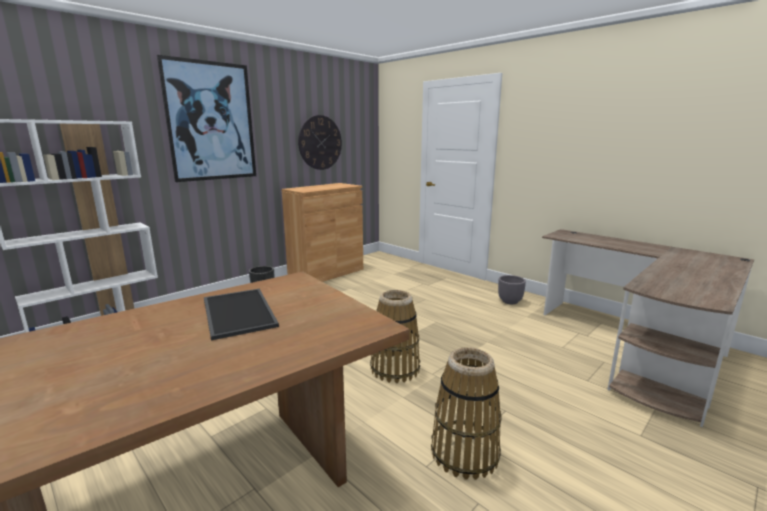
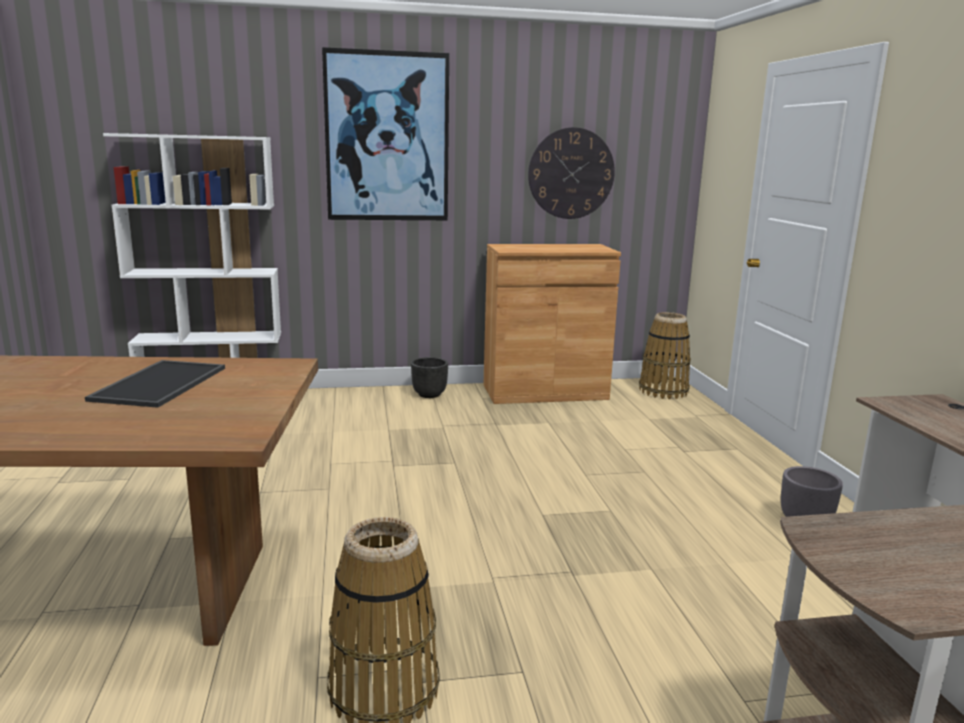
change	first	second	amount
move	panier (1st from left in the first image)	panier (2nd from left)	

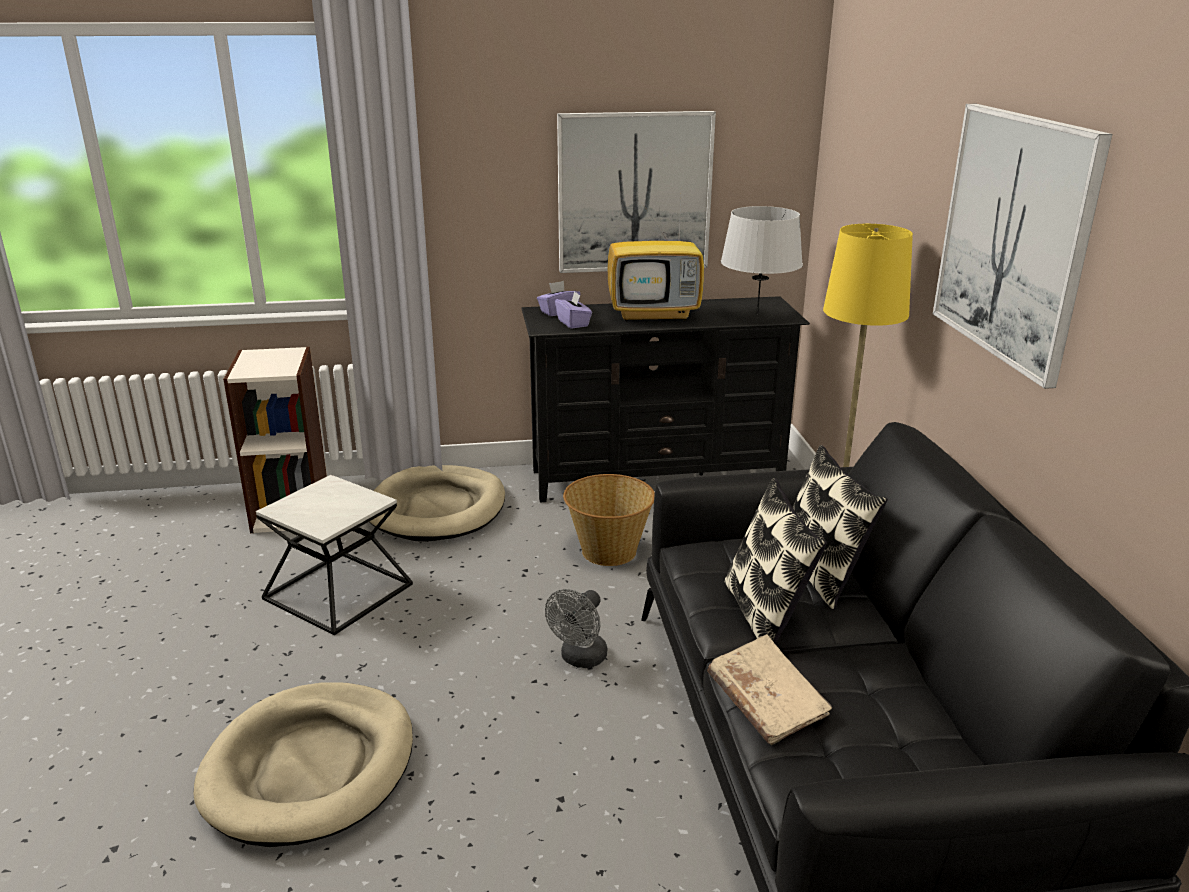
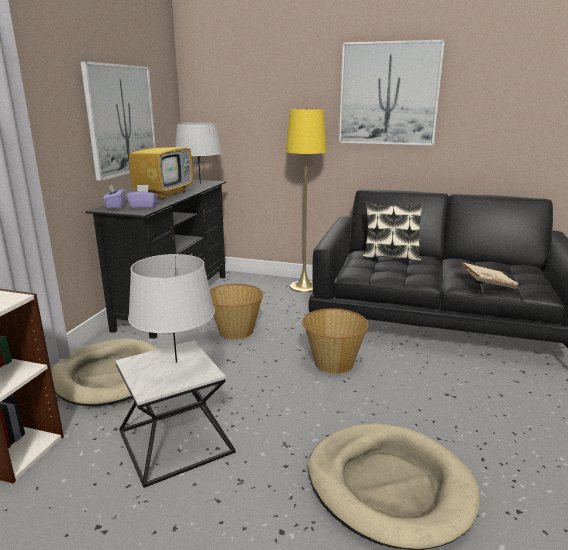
change	first	second	amount
delete	coussin (1st from left)		
replace	ventilateur/gris	panier (2nd from left)	
insert		lampe de table/gris (1st from left)	

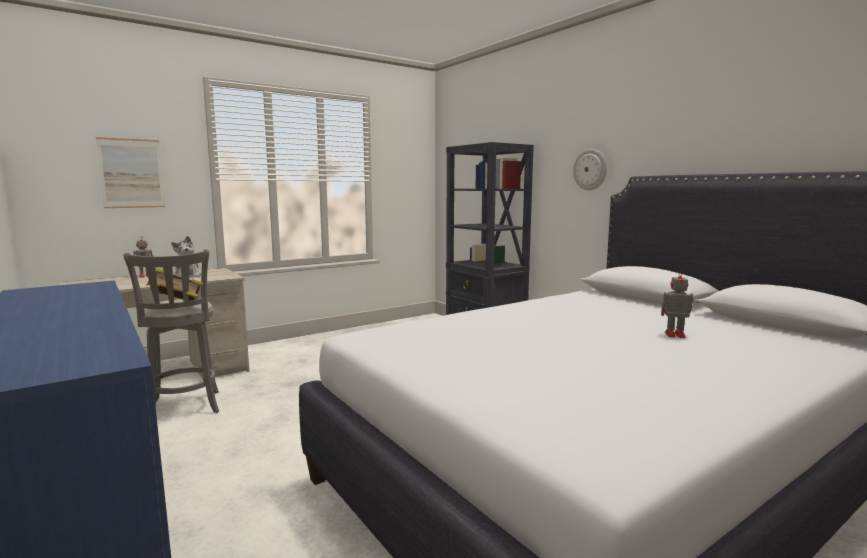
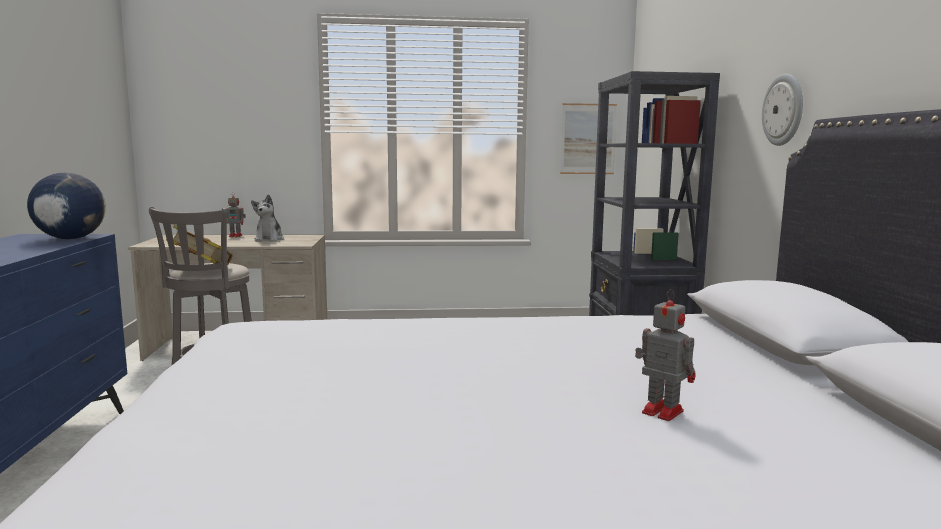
change	first	second	amount
move	tableau		
insert		globe	

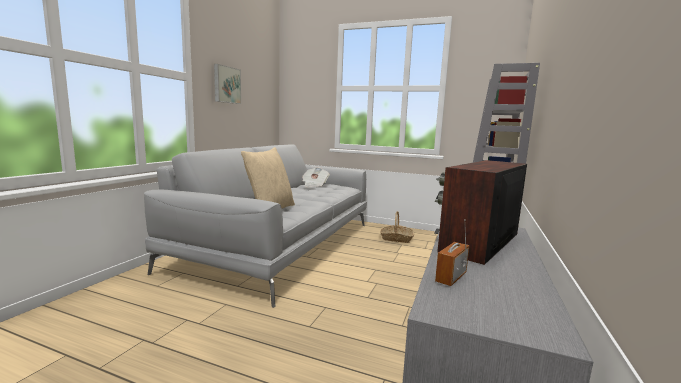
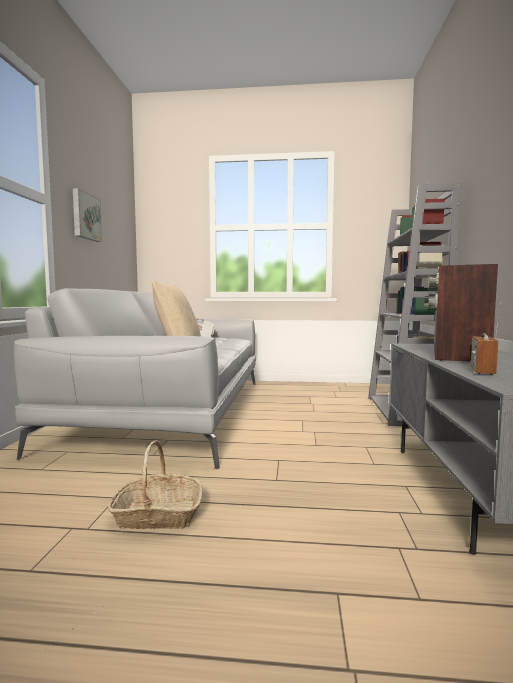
change	first	second	amount
move	panier		

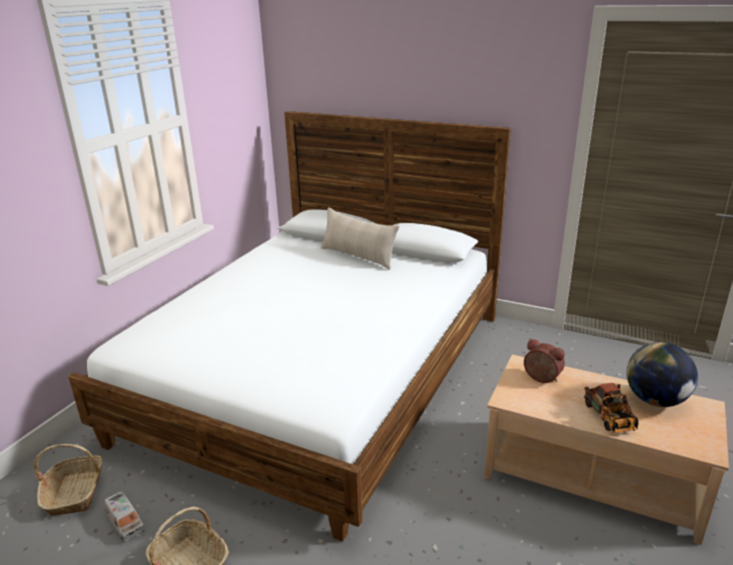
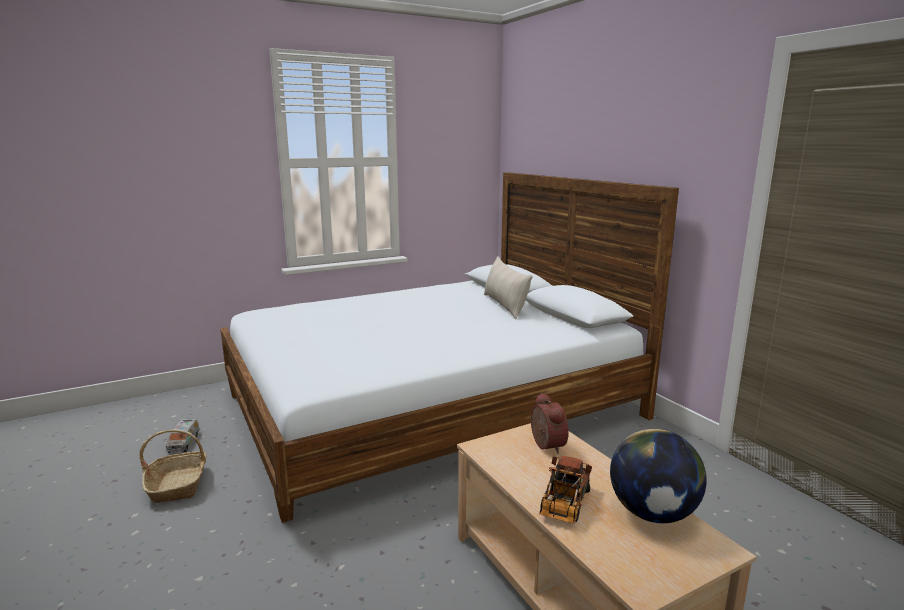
change	first	second	amount
delete	panier (1st from left)		

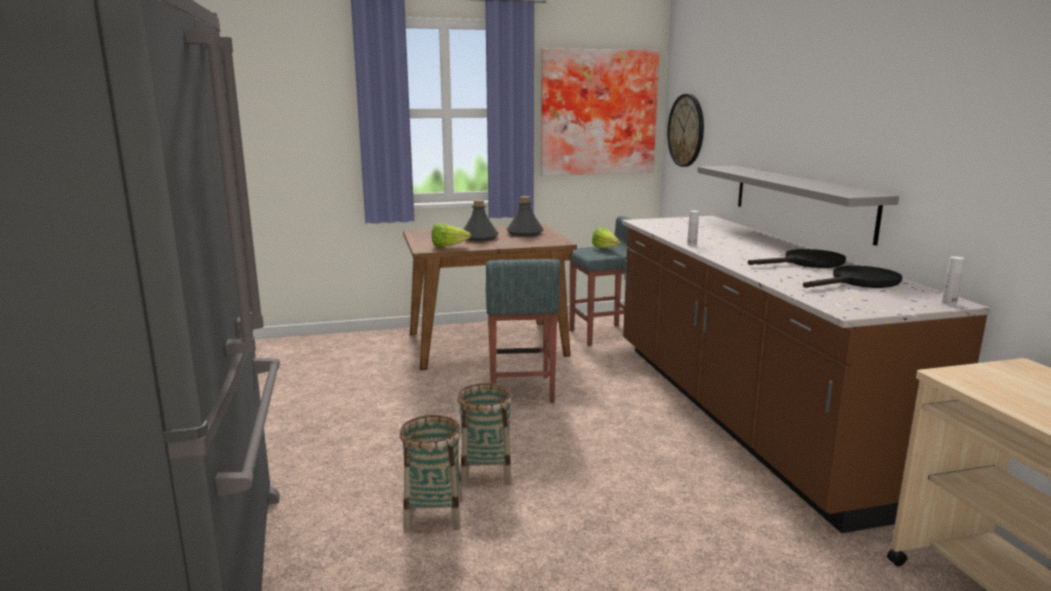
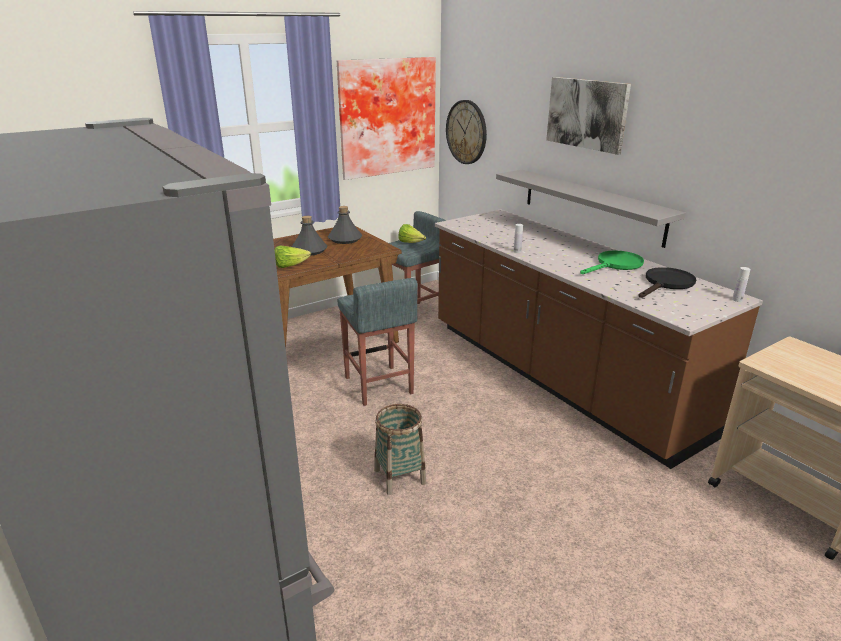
change	first	second	amount
recolor	poêle/noir (1st from left)	poêle/vert	
delete	panier (1st from left)		
insert		tableau (2nd from left)	

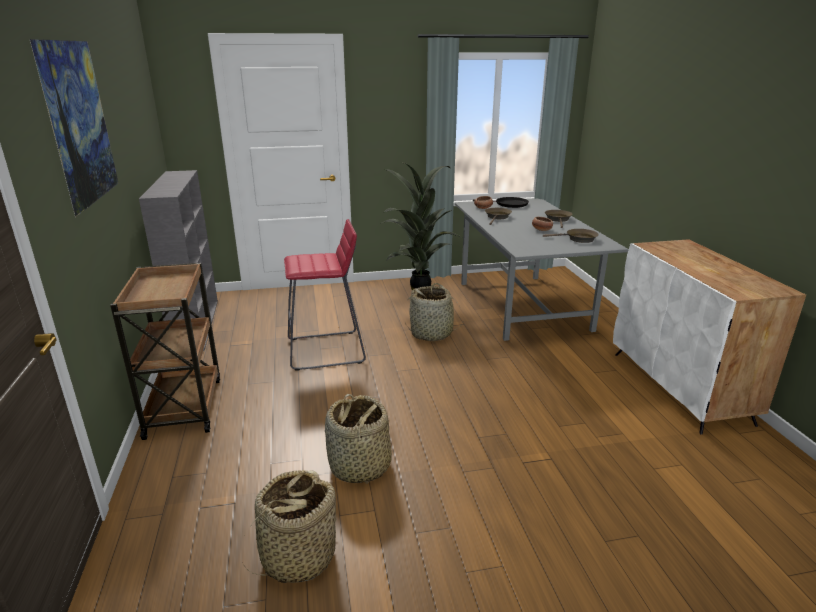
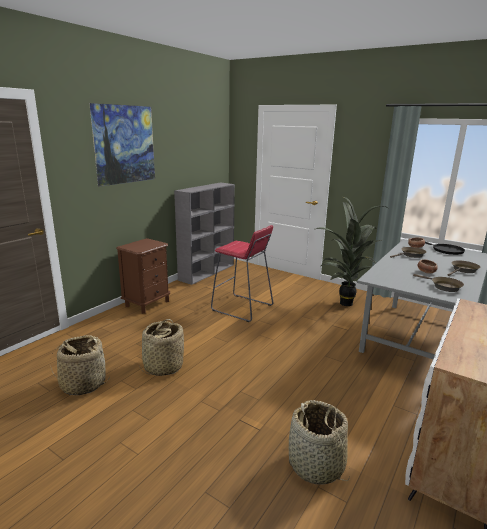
change	first	second	amount
replace	chariot/marron	table de chevet/marron	
move	panier (3rd from left)		

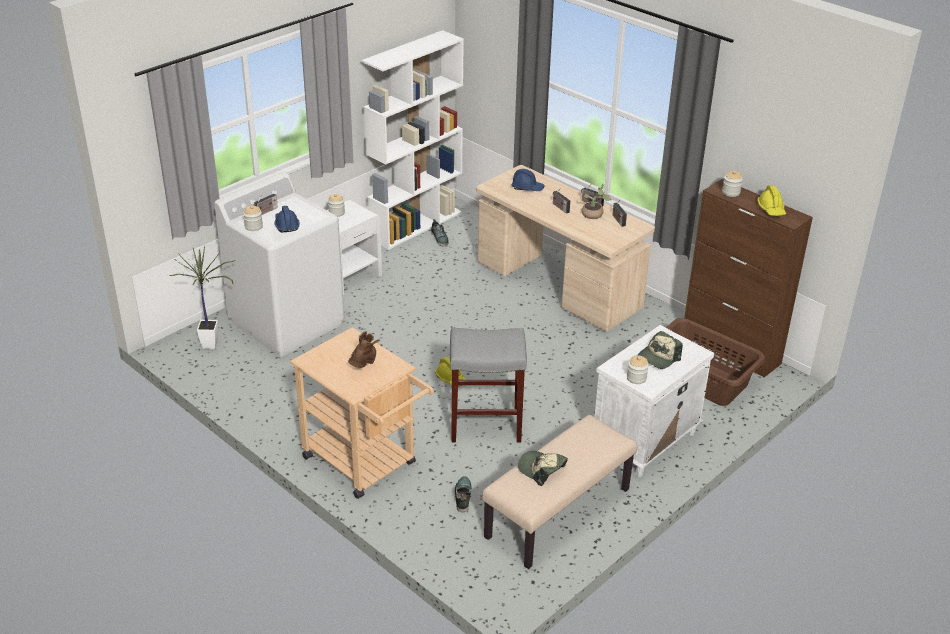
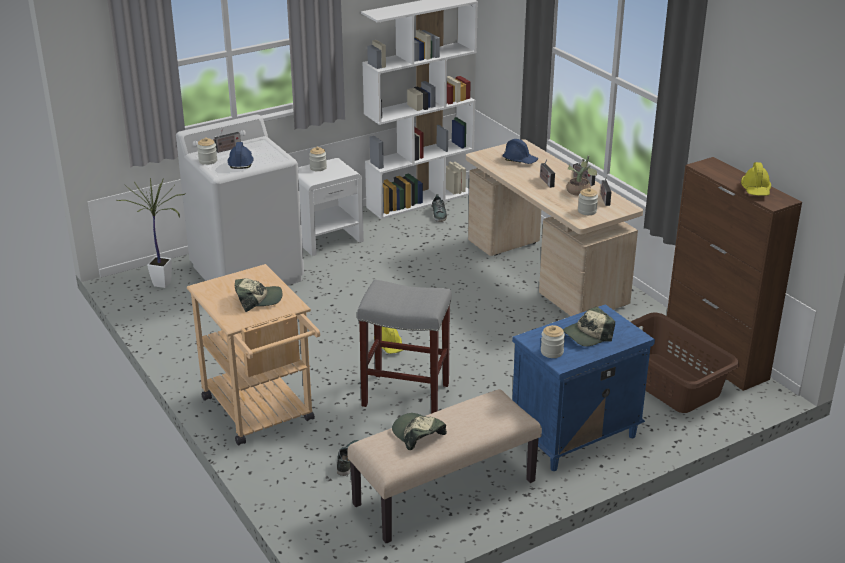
change	first	second	amount
move	bocal (4th from left)		
recolor	table de chevet/blanc (2nd from left)	table de chevet/bleu	
replace	botte/marron	casquette (1st from left)	

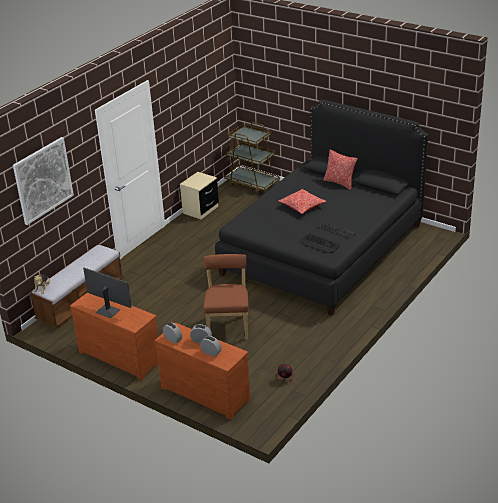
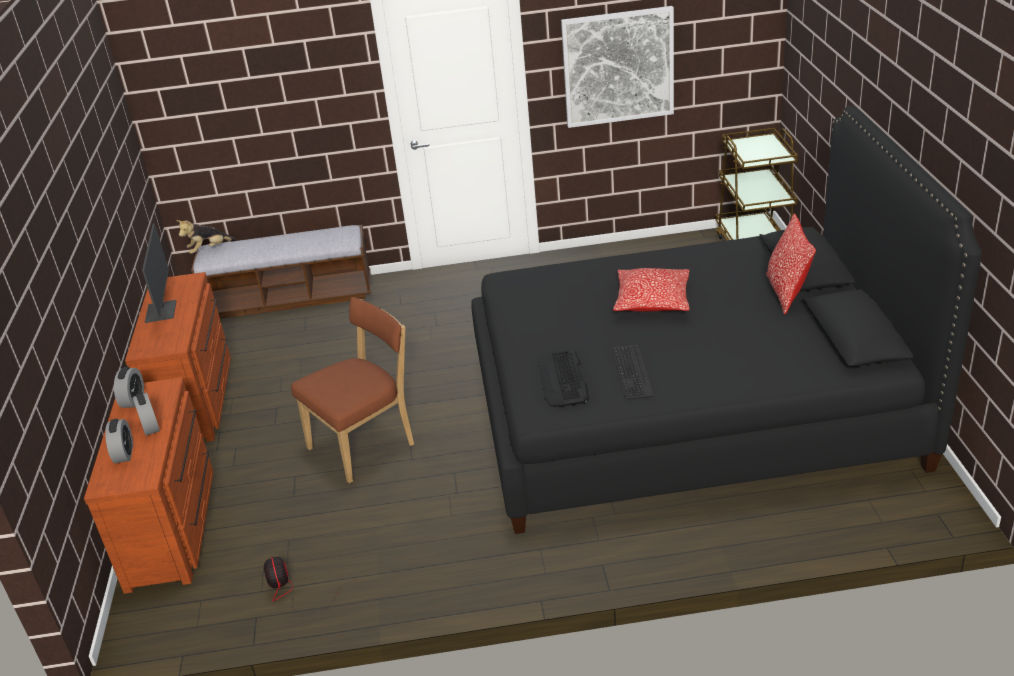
change	first	second	amount
move	tableau		
delete	table de chevet/beige		

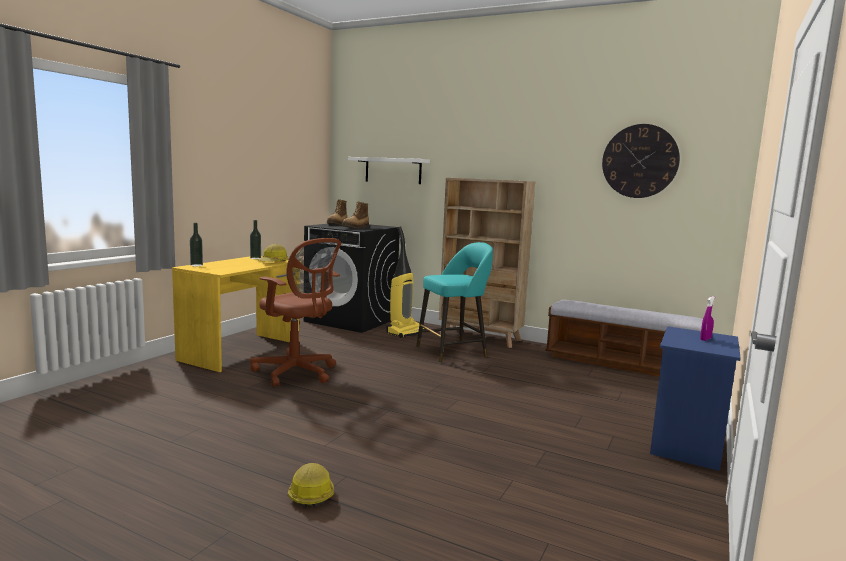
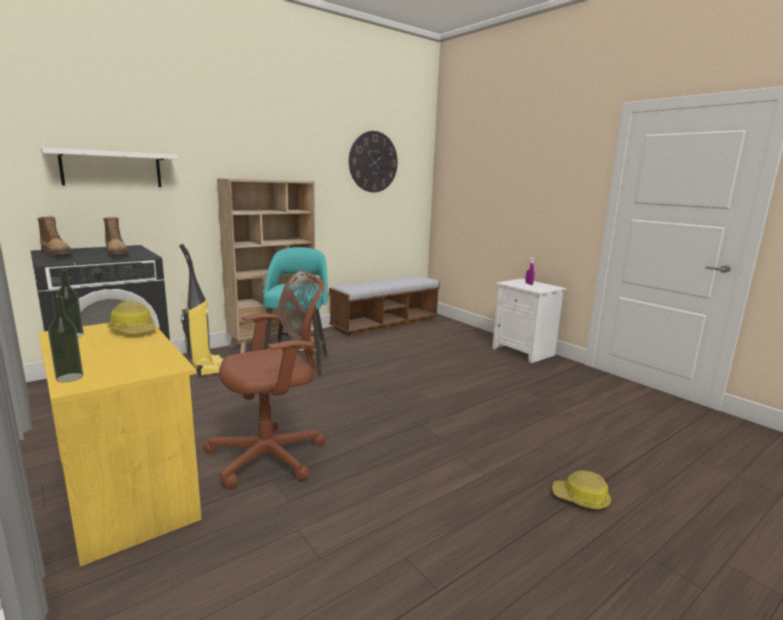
change	first	second	amount
recolor	table de chevet/bleu	table de chevet/blanc	

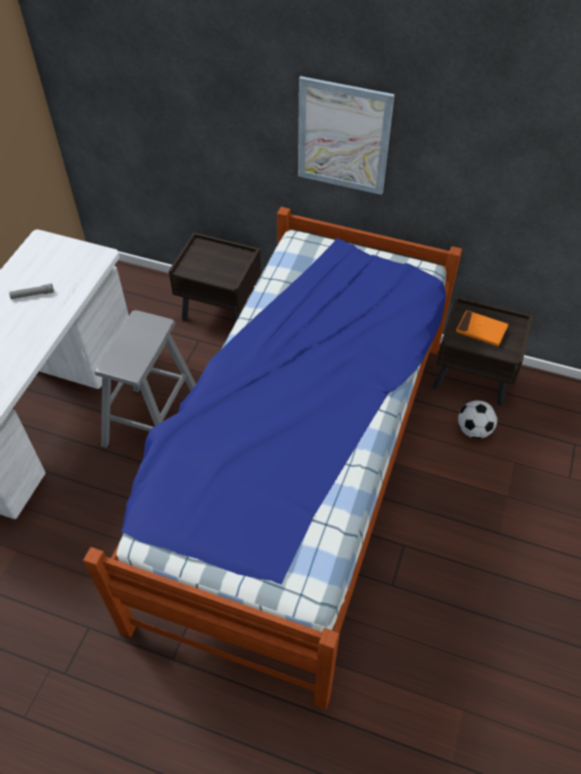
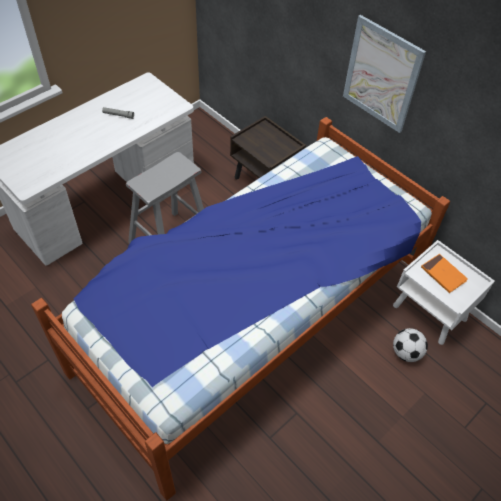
change	first	second	amount
recolor	table de chevet/marron (2nd from left)	table de chevet/blanc	

